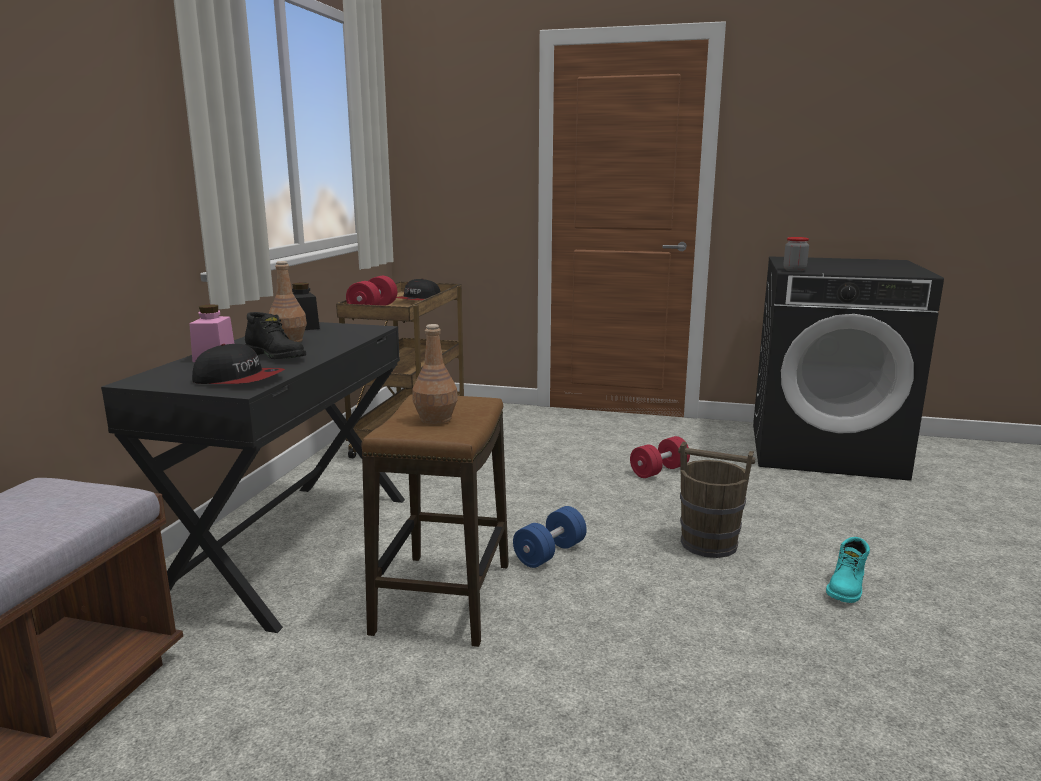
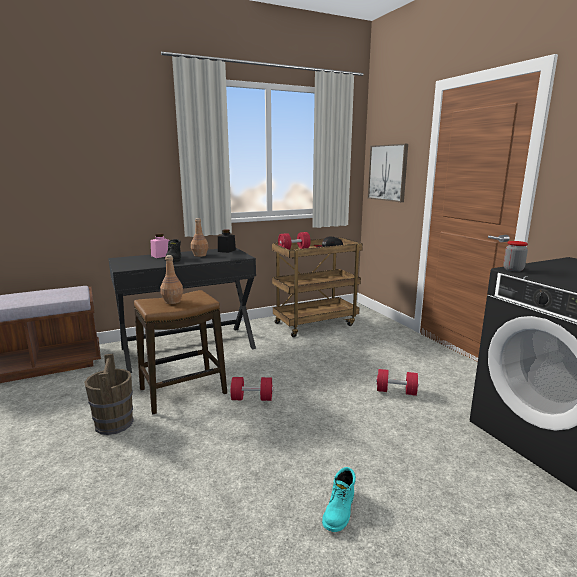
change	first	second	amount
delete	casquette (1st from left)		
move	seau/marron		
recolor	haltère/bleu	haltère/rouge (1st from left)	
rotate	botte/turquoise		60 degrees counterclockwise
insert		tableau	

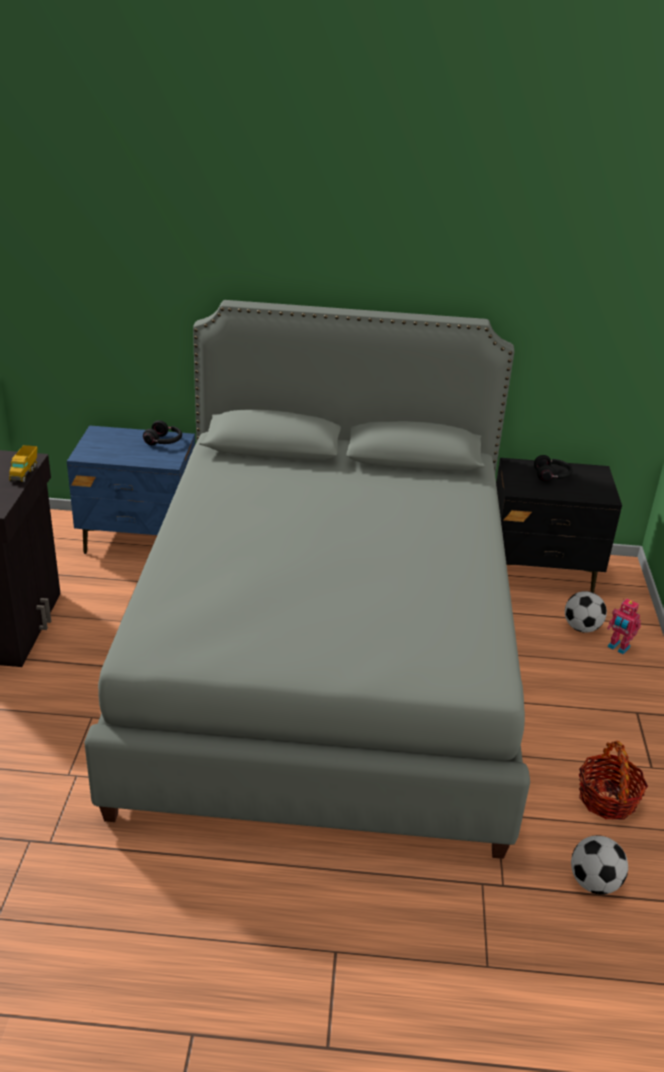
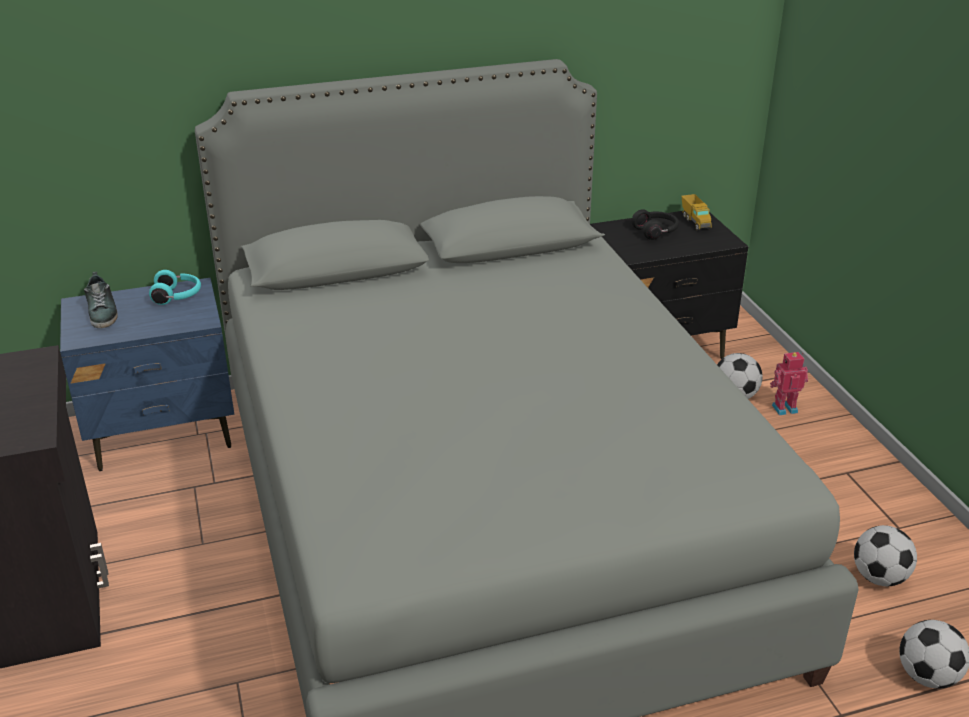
change	first	second	amount
recolor	casque audio/noir (1st from left)	casque audio/turquoise	
move	camion jouet		
rotate	robot jouet		150 degrees clockwise
replace	panier	ballon de foot (2nd from left)	
insert		chaussure	

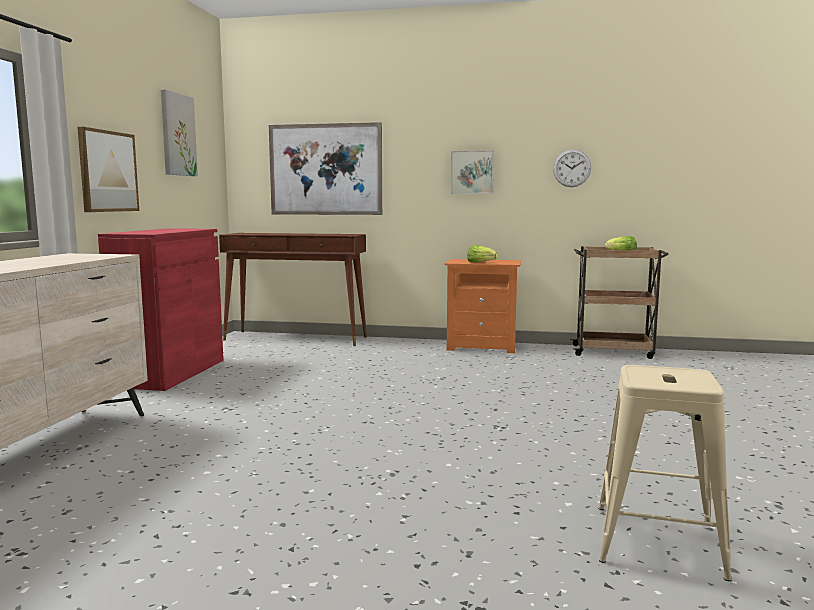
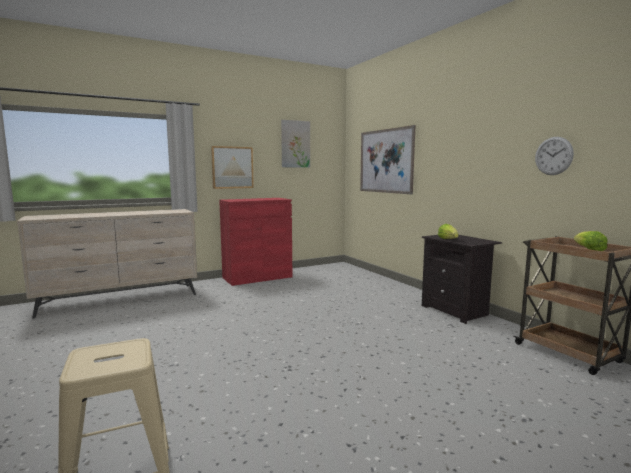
change	first	second	amount
delete	tableau (4th from left)		
delete	table console/marron		
recolor	table de chevet/orange	table de chevet/noir	

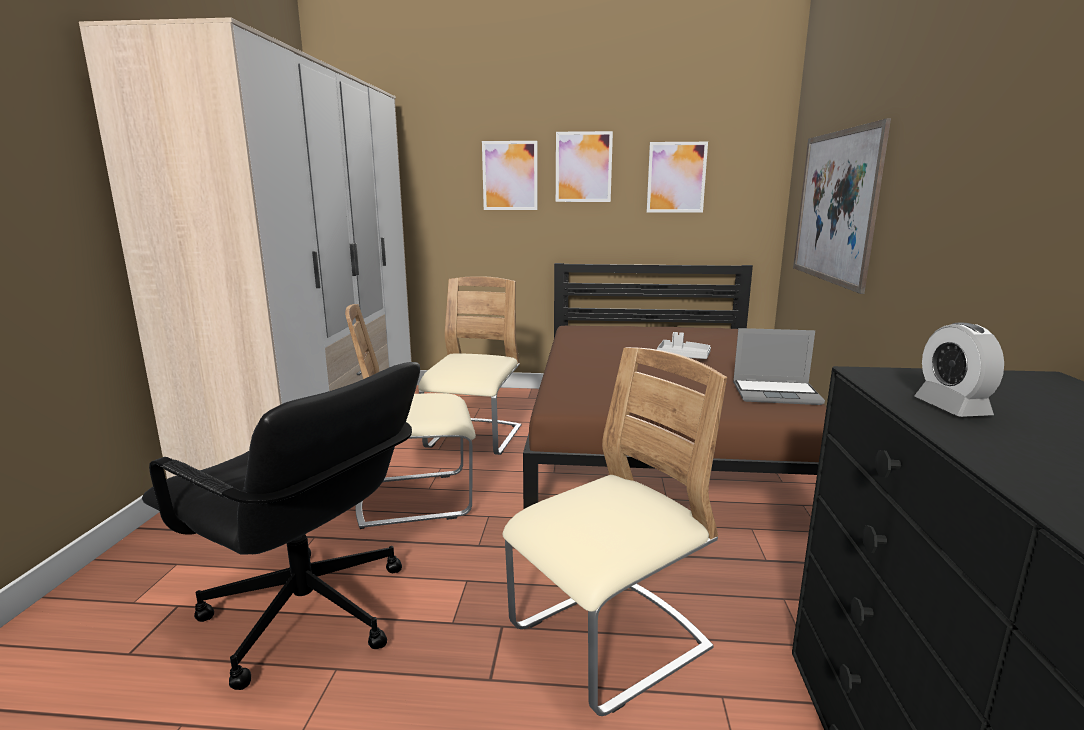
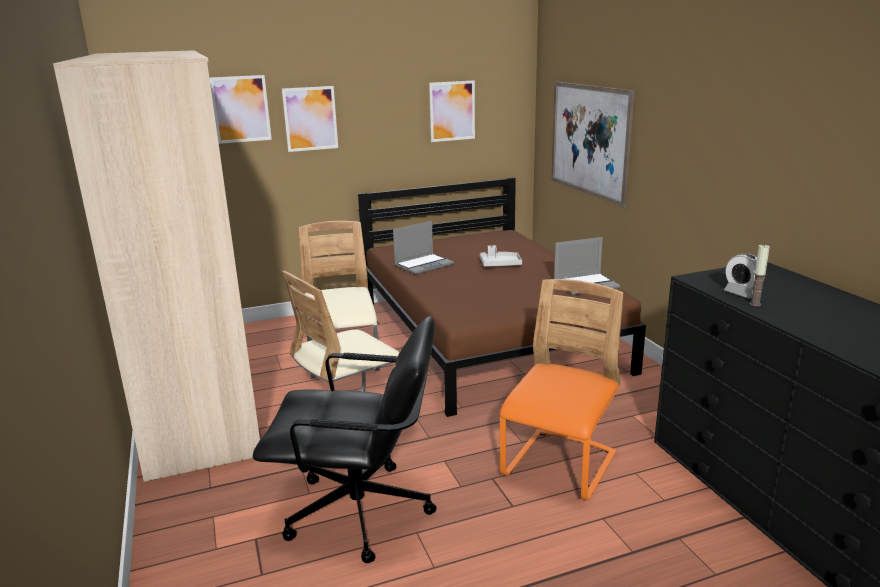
change	first	second	amount
move	tableau (2nd from left in the first image)	tableau (1st from left)	
recolor	chaise/beige (3rd from left)	chaise/orange	
insert		ordinateur portable (1st from left)	
insert		bougie	

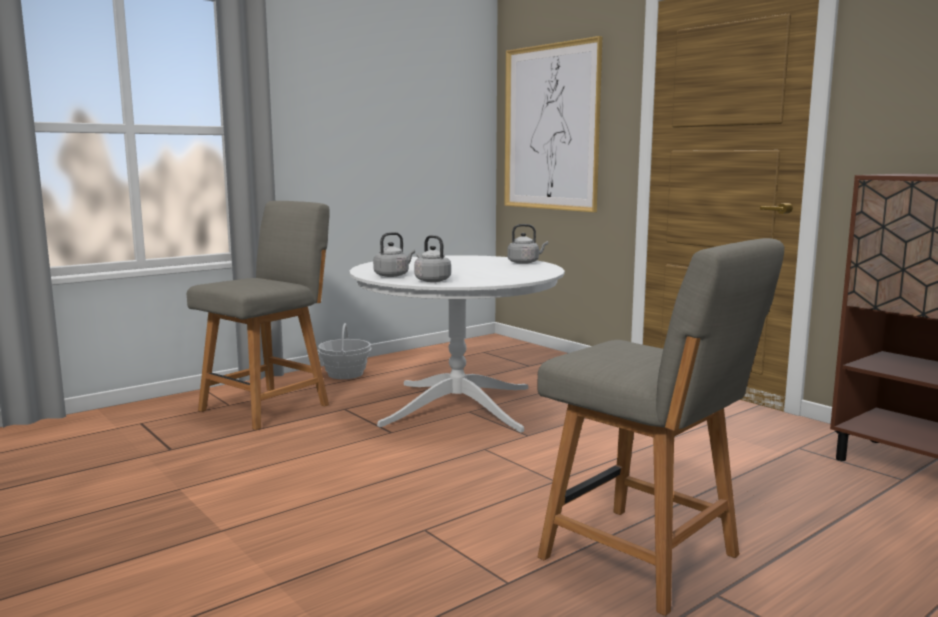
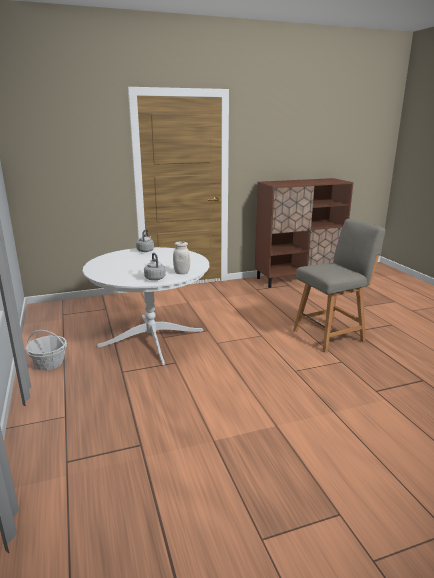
change	first	second	amount
delete	tableau		
delete	chaise/gris (1st from left)		
replace	bouilloire/gris (2nd from left)	bocal/blanc	

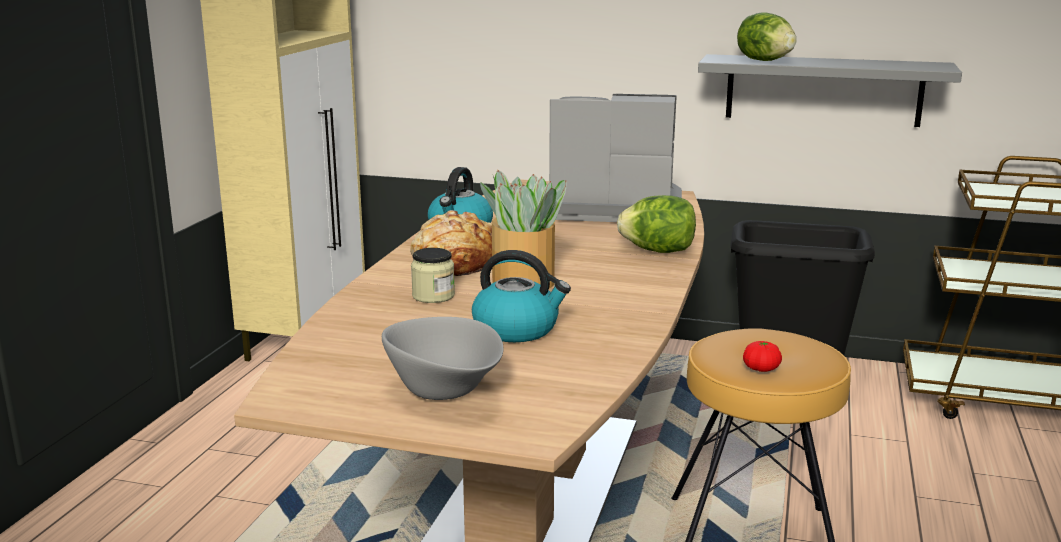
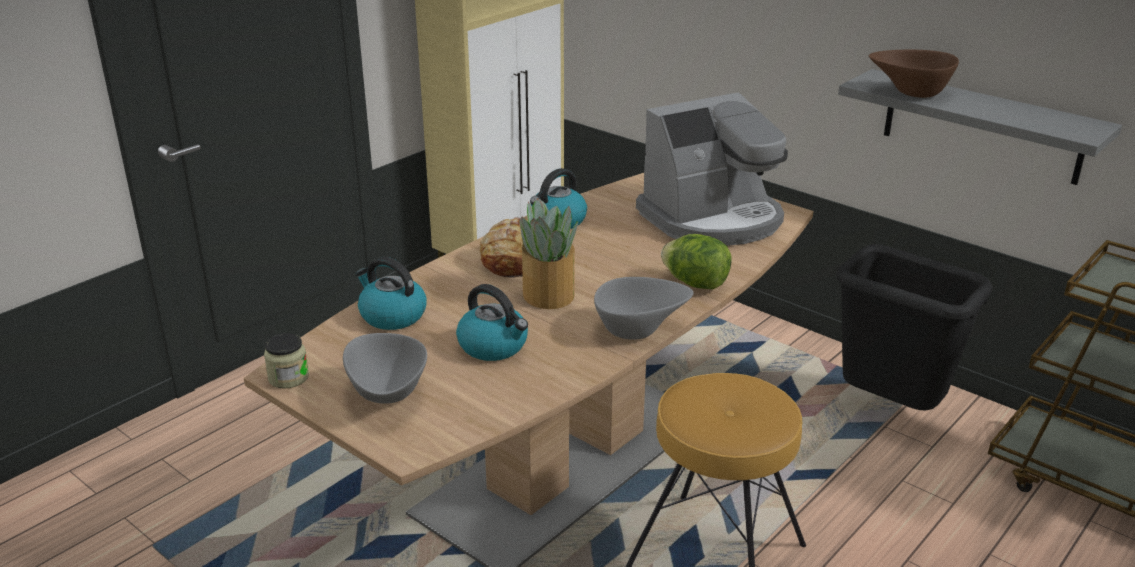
change	first	second	amount
replace	laitue (2nd from left)	bol/marron	
rotate	machine à café		120 degrees clockwise
move	bocal		
delete	tomate		
insert		bouilloire (1st from left)	
insert		bol/gris (2nd from left)	

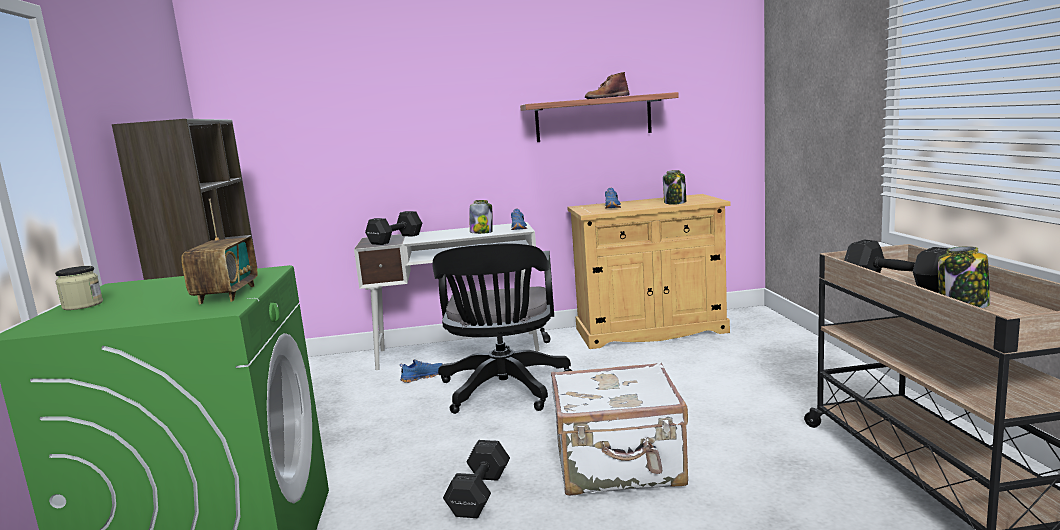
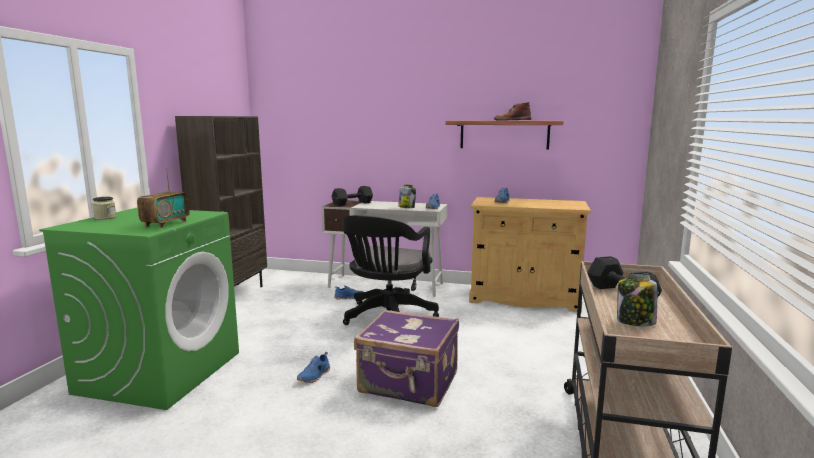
change	first	second	amount
delete	bocal (3rd from left)		
recolor	valise/blanc	valise/violet	
replace	haltère/noir (2nd from left)	chaussure/bleu (1st from left)	

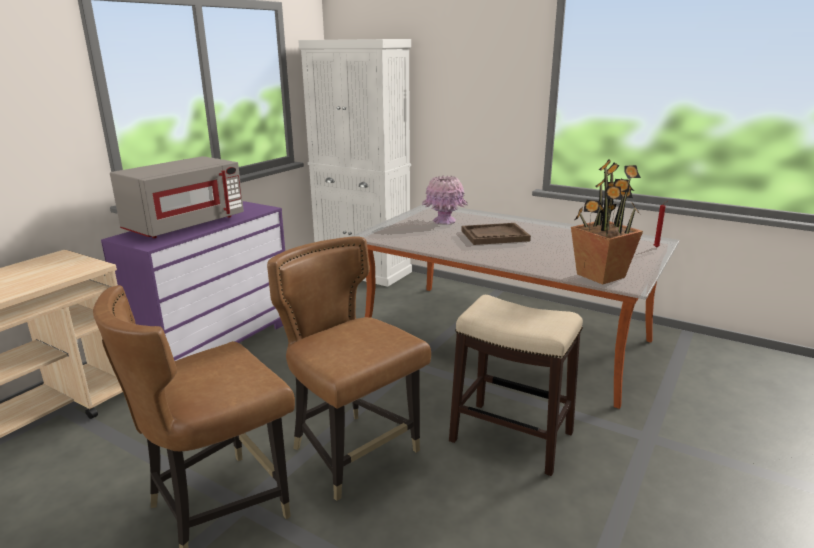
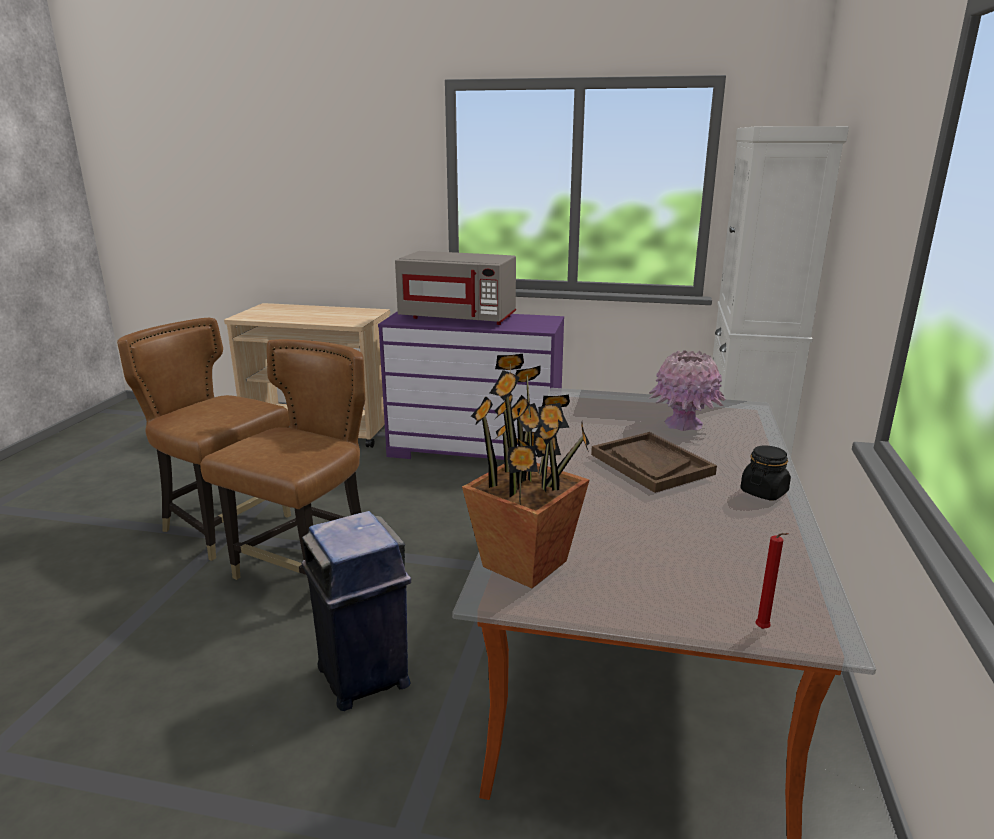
change	first	second	amount
replace	tabouret	poubelle/bleu	
insert		bocal/noir	

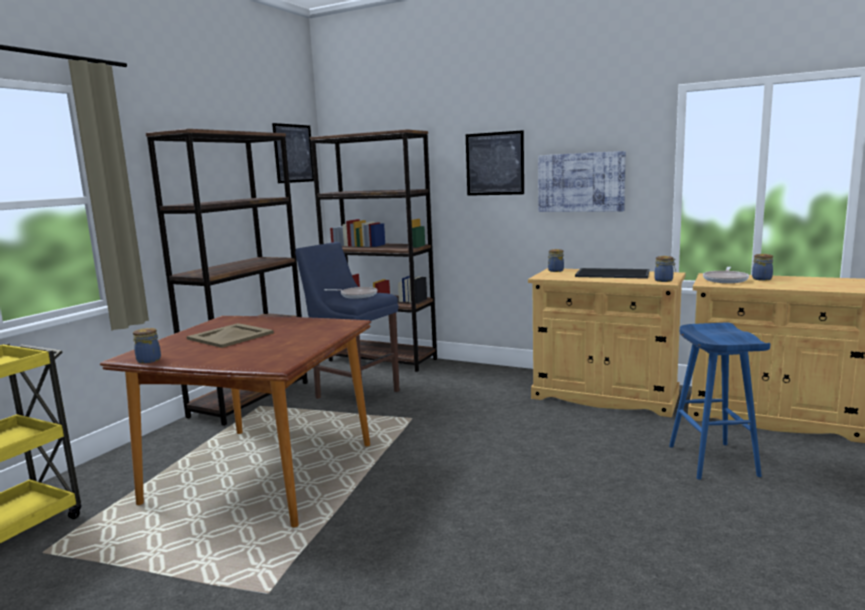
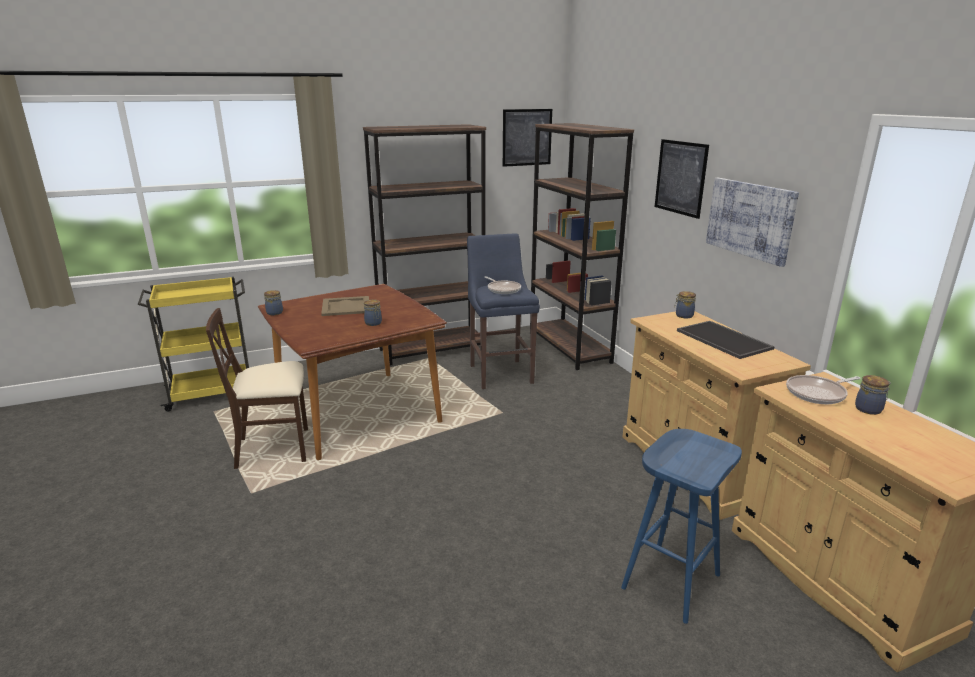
change	first	second	amount
move	bocal (3rd from left in the first image)	bocal (2nd from left)	
insert		chaise/beige	

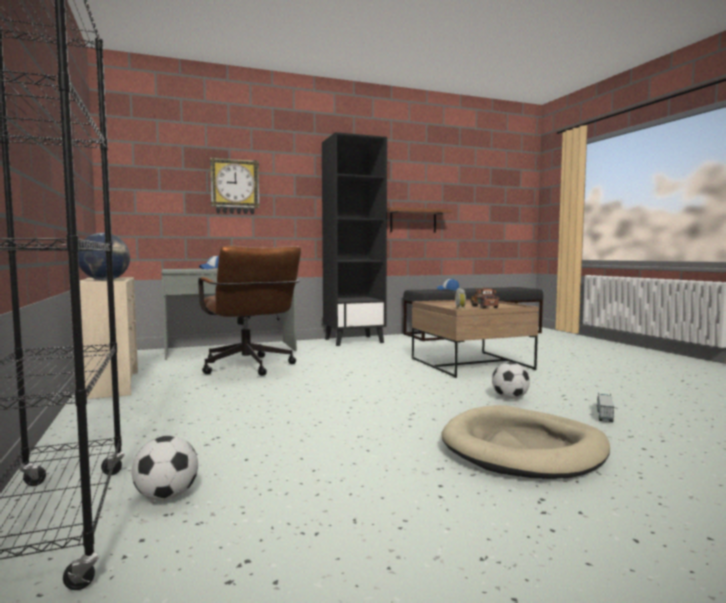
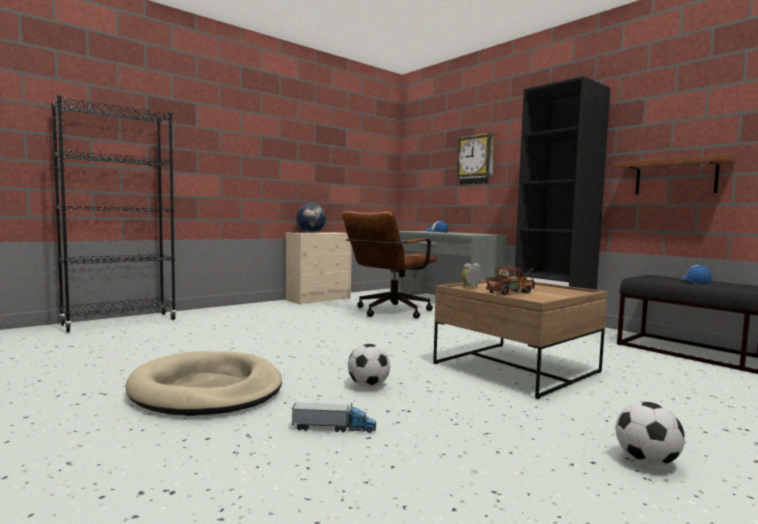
change	first	second	amount
move	ballon de foot (1st from left in the first image)	ballon de foot (2nd from left)	

